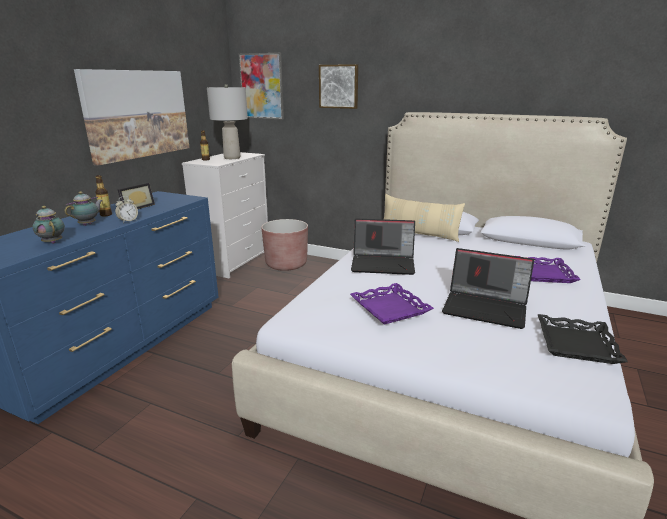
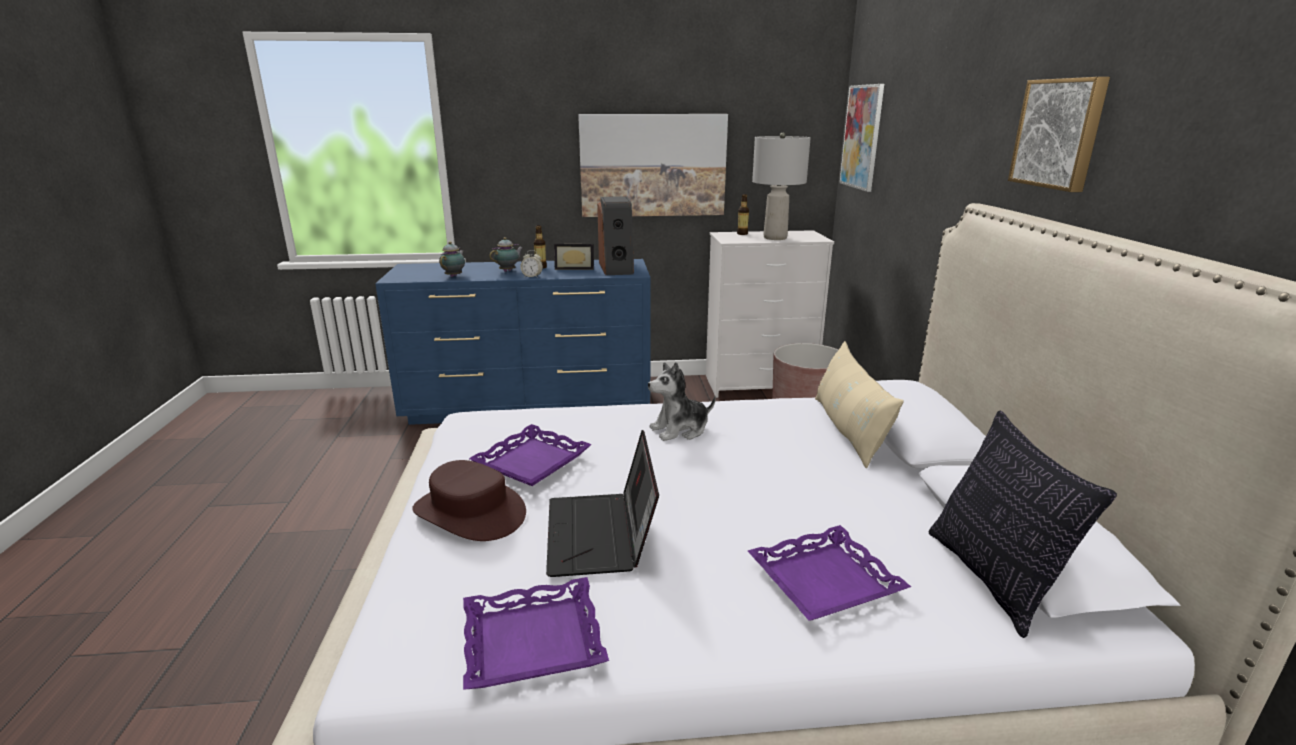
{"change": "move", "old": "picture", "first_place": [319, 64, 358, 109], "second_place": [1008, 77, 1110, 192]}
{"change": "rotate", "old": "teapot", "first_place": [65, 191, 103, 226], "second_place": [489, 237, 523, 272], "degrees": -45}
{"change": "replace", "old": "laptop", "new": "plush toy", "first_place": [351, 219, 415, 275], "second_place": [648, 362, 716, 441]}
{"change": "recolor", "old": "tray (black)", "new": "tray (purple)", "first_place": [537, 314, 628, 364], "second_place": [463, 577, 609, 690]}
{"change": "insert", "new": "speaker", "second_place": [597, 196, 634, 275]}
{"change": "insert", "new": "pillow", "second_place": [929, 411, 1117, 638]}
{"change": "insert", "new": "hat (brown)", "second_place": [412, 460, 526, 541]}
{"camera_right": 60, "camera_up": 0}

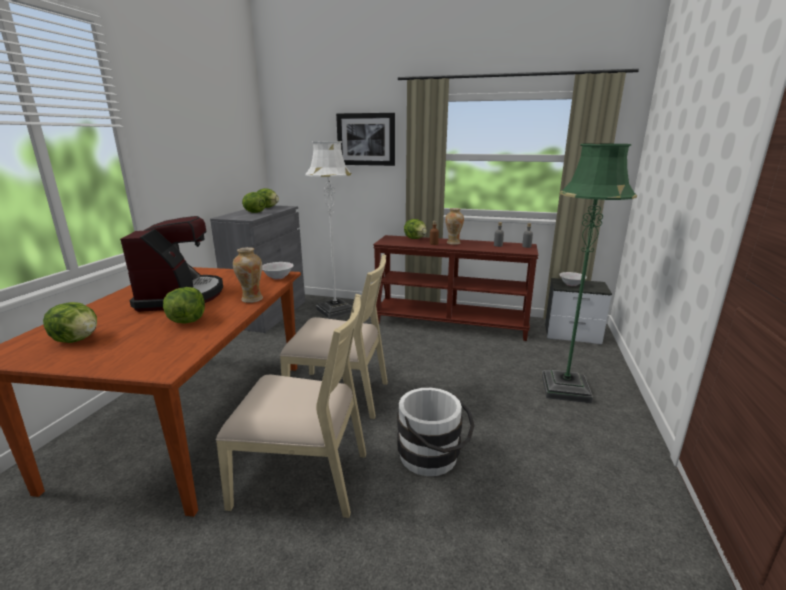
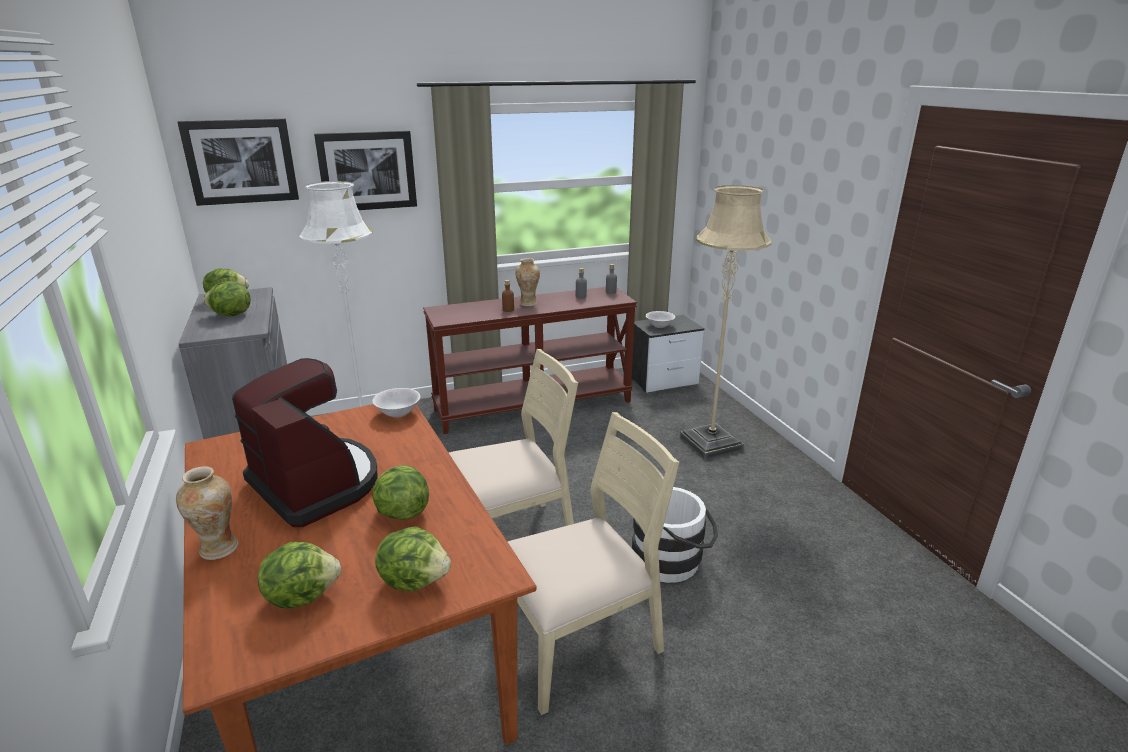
{"change": "recolor", "old": "floor lamp (green)", "new": "floor lamp (beige)", "first_place": [541, 144, 637, 403], "second_place": [680, 185, 772, 460]}
{"change": "move", "old": "lettuce", "first_place": [404, 219, 427, 239], "second_place": [375, 527, 451, 591]}
{"change": "move", "old": "vase", "first_place": [233, 247, 263, 303], "second_place": [176, 466, 238, 560]}
{"change": "insert", "new": "picture", "second_place": [178, 119, 299, 206]}
{"camera_right": -35, "camera_up": 5}

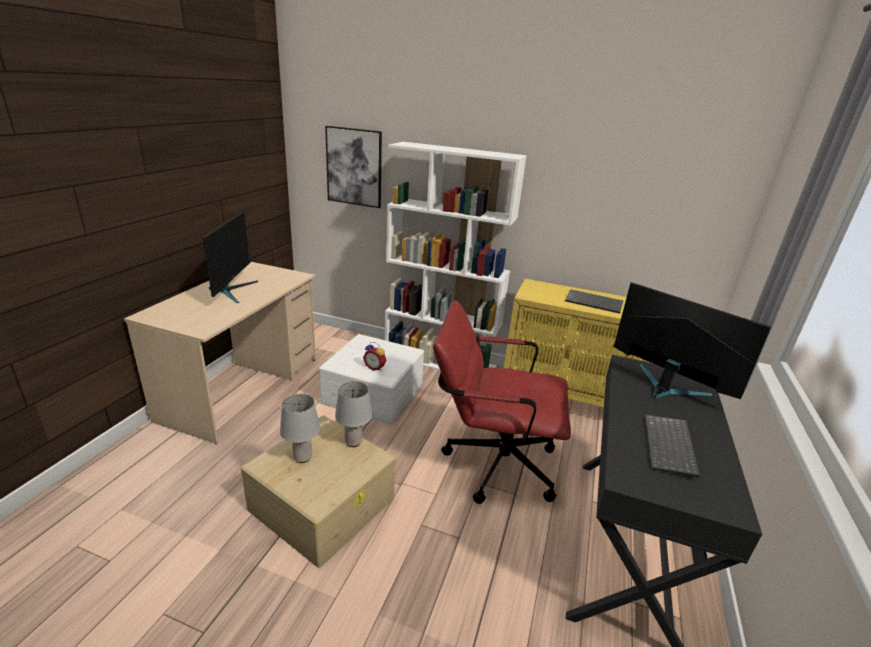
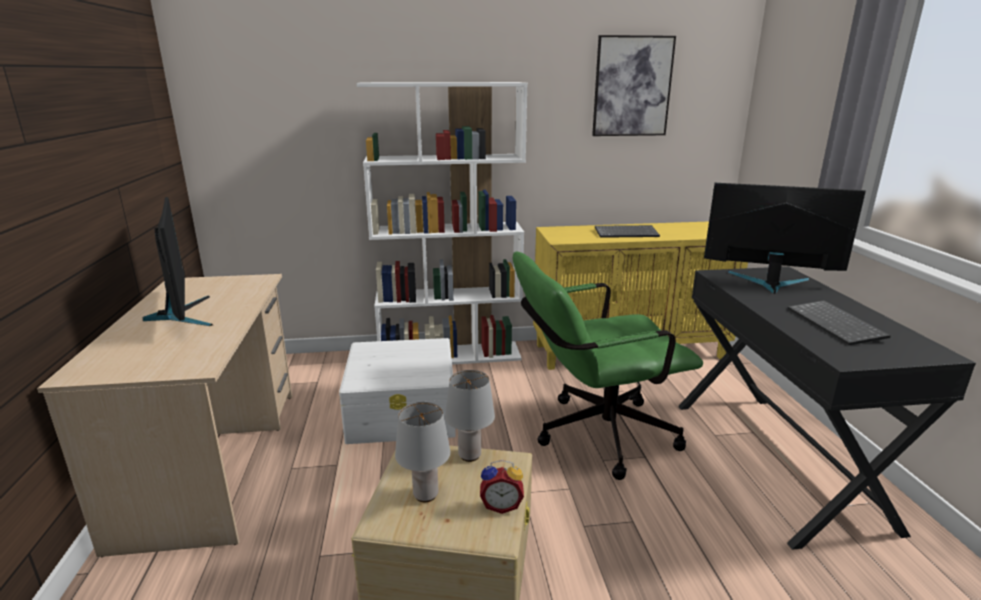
{"change": "move", "old": "picture", "first_place": [325, 126, 382, 208], "second_place": [592, 35, 676, 136]}
{"change": "recolor", "old": "office chair (red)", "new": "office chair (green)", "first_place": [433, 300, 571, 504], "second_place": [513, 251, 703, 480]}
{"change": "move", "old": "alarm clock", "first_place": [363, 342, 387, 371], "second_place": [480, 460, 524, 514]}
{"camera_right": -25, "camera_up": -5}

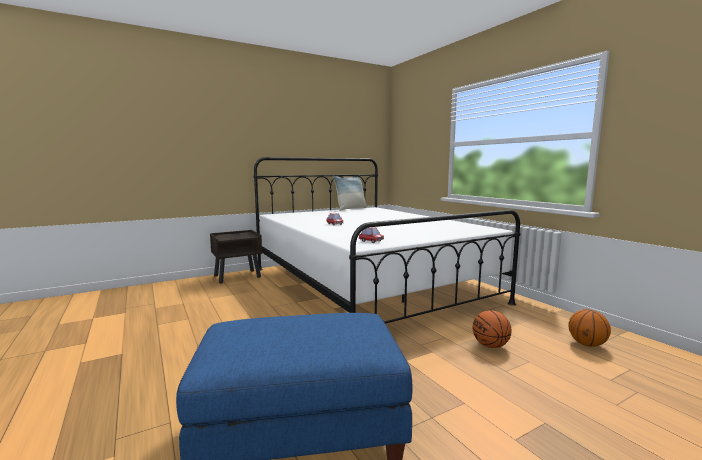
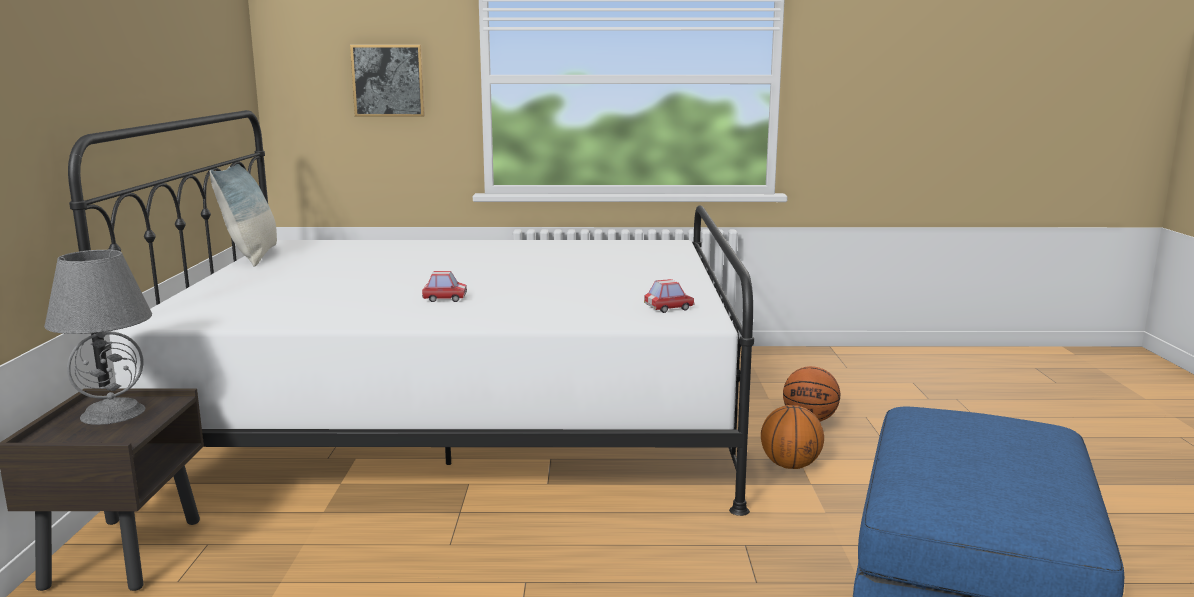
{"change": "move", "old": "basketball", "first_place": [568, 309, 611, 347], "second_place": [761, 405, 824, 469]}
{"change": "insert", "new": "picture", "second_place": [350, 45, 425, 117]}
{"change": "insert", "new": "table lamp (grey)", "second_place": [44, 250, 152, 425]}
{"camera_right": -60, "camera_up": 5}

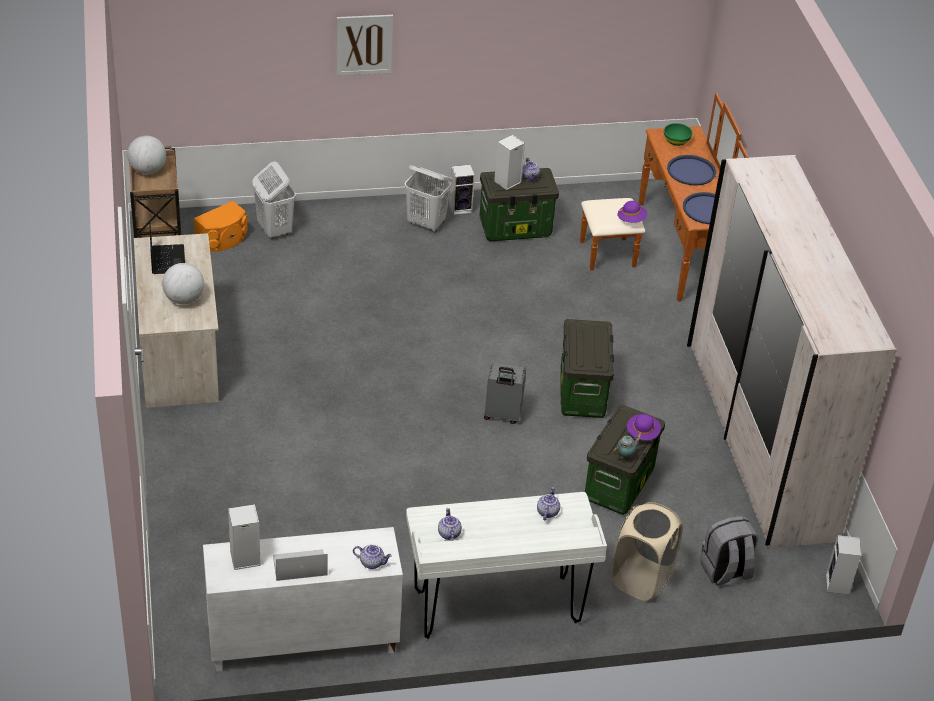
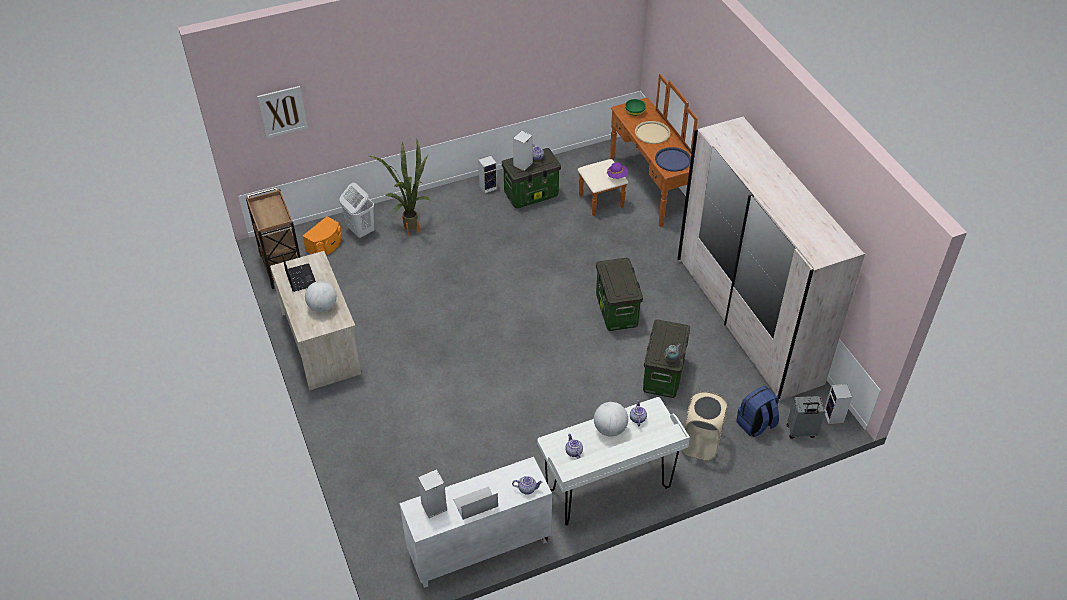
{"change": "move", "old": "picture", "first_place": [336, 15, 393, 76], "second_place": [257, 86, 308, 139]}
{"change": "move", "old": "globe", "first_place": [127, 136, 166, 174], "second_place": [594, 402, 628, 437]}
{"change": "recolor", "old": "tray (blue)", "new": "tray (beige)", "first_place": [667, 155, 716, 186], "second_place": [635, 121, 670, 144]}
{"change": "delete", "old": "laundry basket (white)", "first_place": [404, 165, 452, 233]}
{"change": "move", "old": "suitcase (grey)", "first_place": [484, 363, 526, 424], "second_place": [787, 396, 825, 439]}
{"change": "delete", "old": "hat (purple)", "first_place": [627, 414, 661, 445]}
{"change": "recolor", "old": "backpack (grey)", "new": "backpack (blue)", "first_place": [700, 516, 758, 585], "second_place": [737, 386, 779, 437]}
{"change": "insert", "new": "potted plant", "second_place": [369, 140, 432, 236]}
{"camera_right": -10, "camera_up": 5}

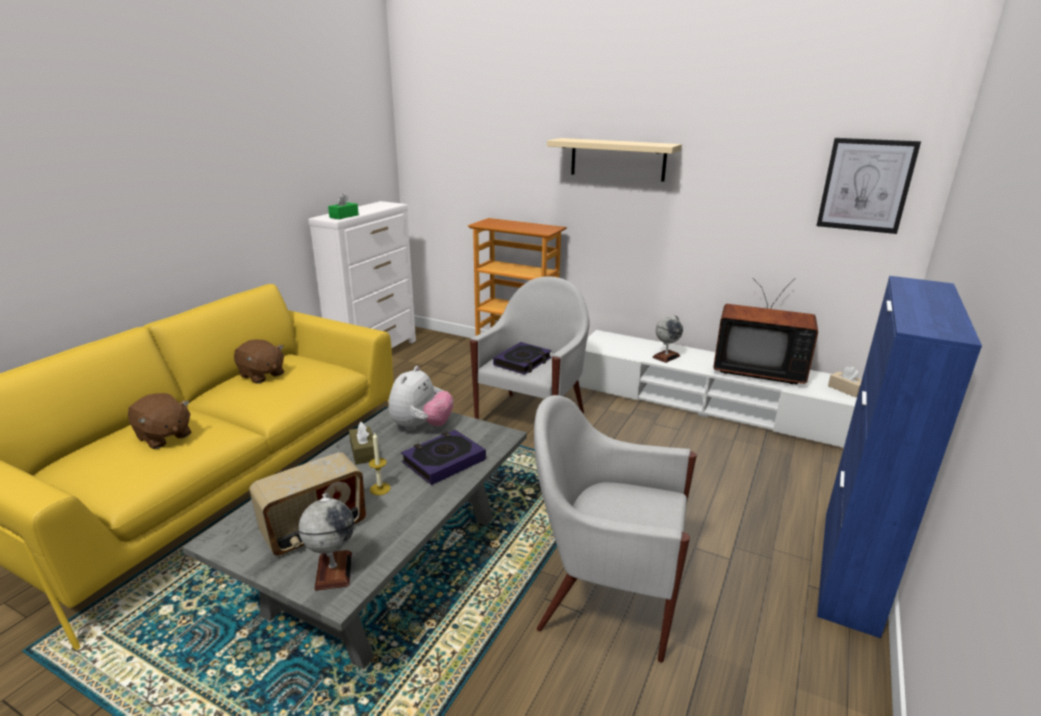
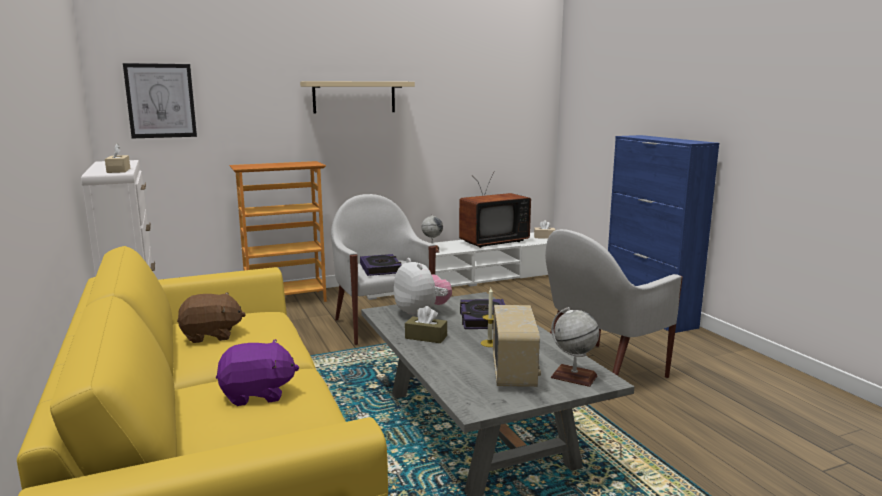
{"change": "move", "old": "picture", "first_place": [816, 138, 921, 234], "second_place": [123, 63, 197, 138]}
{"change": "recolor", "old": "tissue box (green)", "new": "tissue box (beige)", "first_place": [328, 194, 359, 219], "second_place": [105, 144, 130, 173]}
{"change": "recolor", "old": "plush toy (brown)", "new": "plush toy (purple)", "first_place": [128, 393, 191, 449], "second_place": [216, 339, 299, 406]}
{"camera_right": -50, "camera_up": -10}

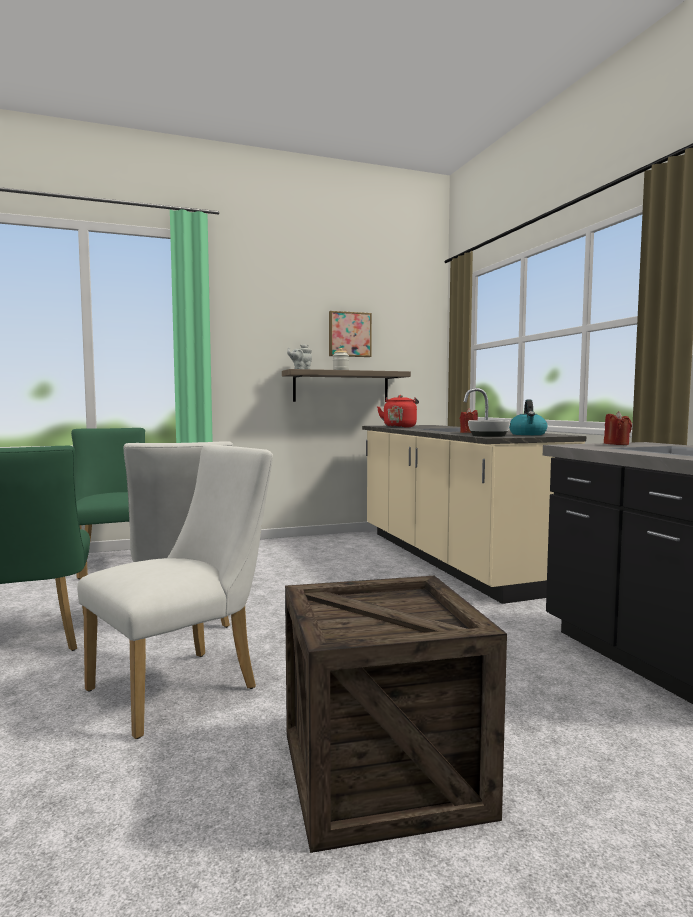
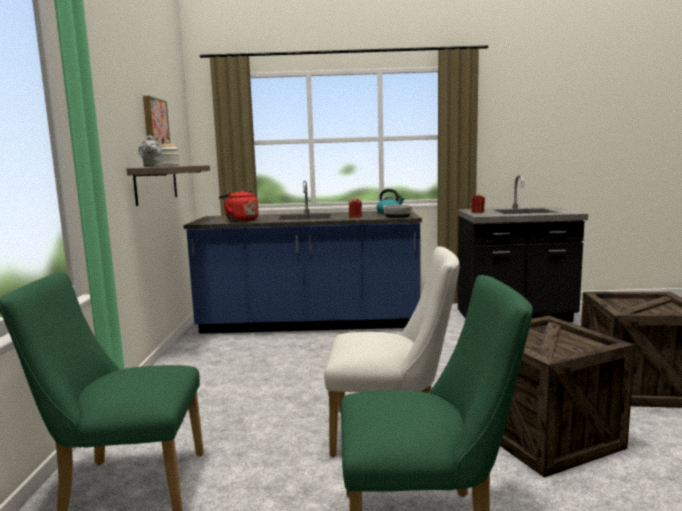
{"change": "recolor", "old": "counter (beige)", "new": "counter (blue)", "first_place": [362, 388, 586, 604], "second_place": [183, 181, 422, 334]}
{"change": "replace", "old": "chair (white)", "new": "crate", "first_place": [77, 444, 273, 739], "second_place": [500, 315, 635, 478]}
{"camera_right": -70, "camera_up": 5}

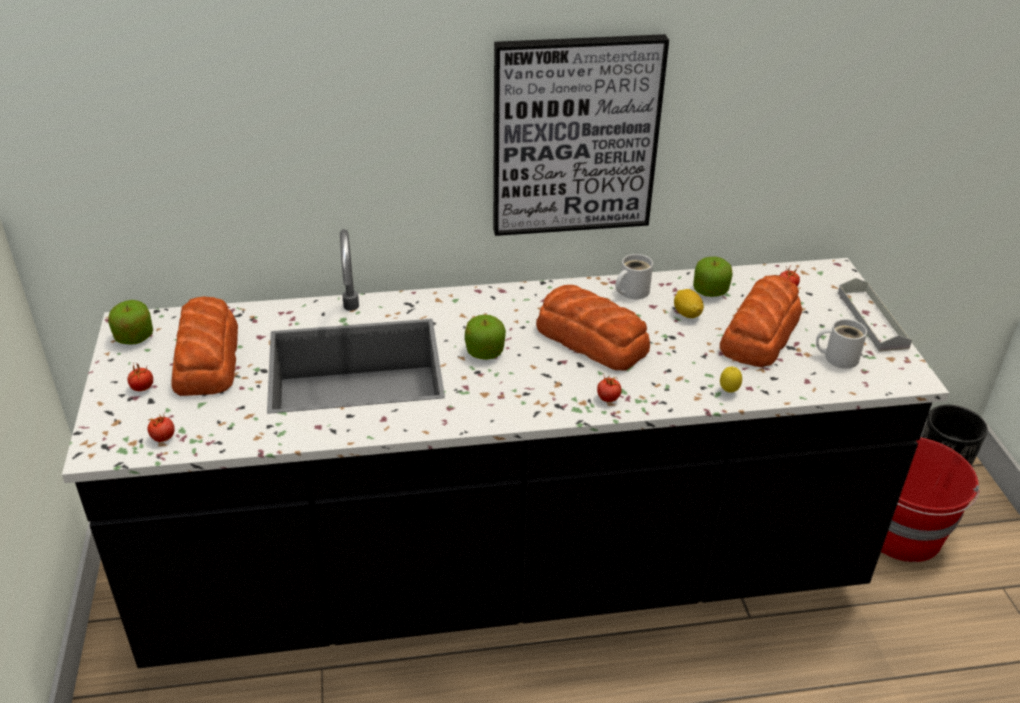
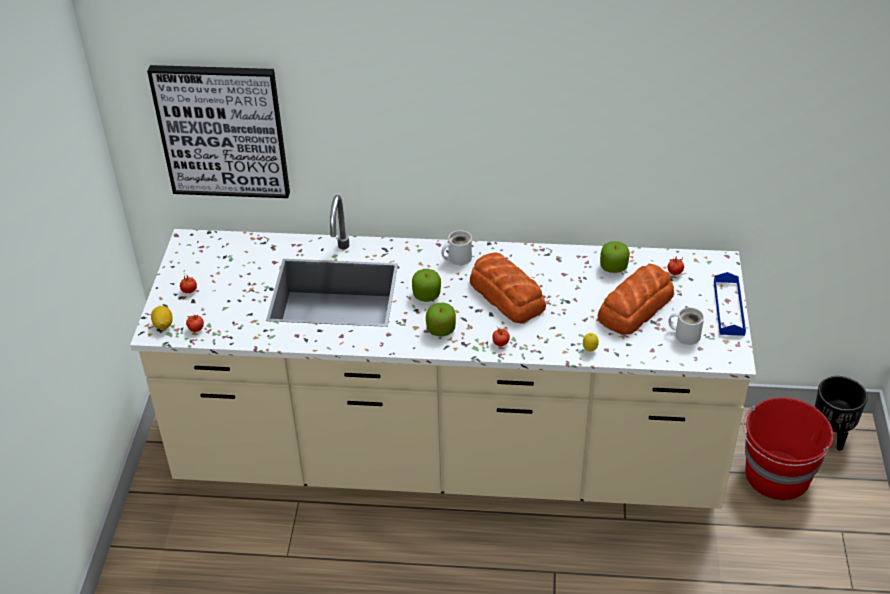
{"change": "move", "old": "picture", "first_place": [493, 34, 669, 236], "second_place": [147, 65, 290, 198]}
{"change": "recolor", "old": "counter (black)", "new": "counter (beige)", "first_place": [62, 229, 949, 668], "second_place": [130, 195, 756, 509]}
{"change": "move", "old": "mug (white)", "first_place": [615, 254, 653, 299], "second_place": [441, 230, 472, 265]}
{"change": "recolor", "old": "tray (grey)", "new": "tray (blue)", "first_place": [838, 278, 912, 352], "second_place": [714, 272, 746, 336]}
{"change": "move", "old": "lemon", "first_place": [674, 289, 704, 318], "second_place": [151, 306, 173, 330]}
{"change": "delete", "old": "bread", "first_place": [171, 296, 238, 396]}
{"change": "move", "old": "apple", "first_place": [108, 300, 153, 345], "second_place": [426, 303, 456, 337]}
{"camera_right": 15, "camera_up": 5}

